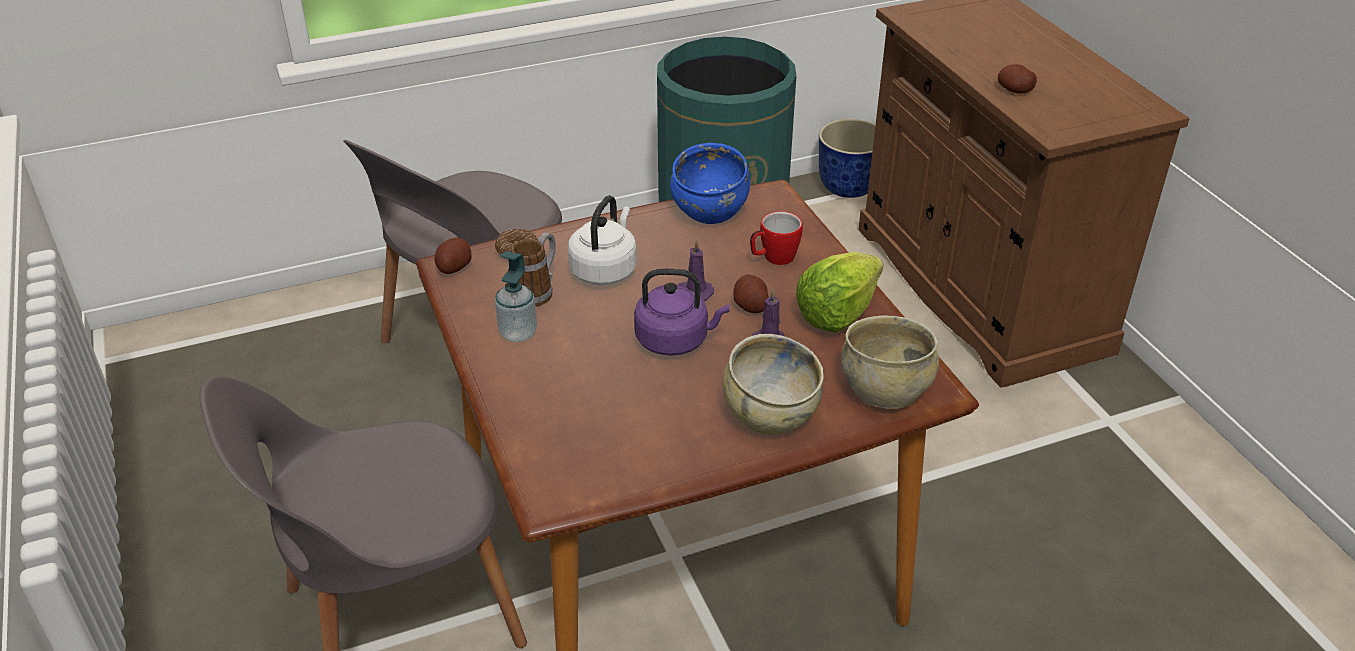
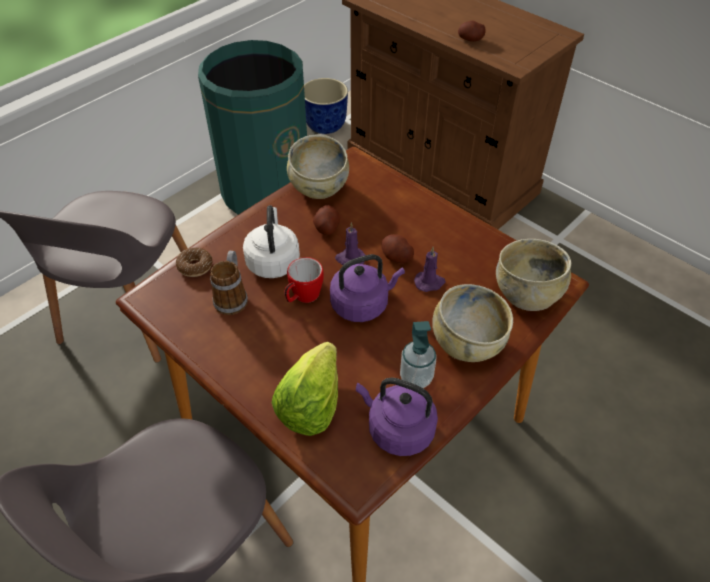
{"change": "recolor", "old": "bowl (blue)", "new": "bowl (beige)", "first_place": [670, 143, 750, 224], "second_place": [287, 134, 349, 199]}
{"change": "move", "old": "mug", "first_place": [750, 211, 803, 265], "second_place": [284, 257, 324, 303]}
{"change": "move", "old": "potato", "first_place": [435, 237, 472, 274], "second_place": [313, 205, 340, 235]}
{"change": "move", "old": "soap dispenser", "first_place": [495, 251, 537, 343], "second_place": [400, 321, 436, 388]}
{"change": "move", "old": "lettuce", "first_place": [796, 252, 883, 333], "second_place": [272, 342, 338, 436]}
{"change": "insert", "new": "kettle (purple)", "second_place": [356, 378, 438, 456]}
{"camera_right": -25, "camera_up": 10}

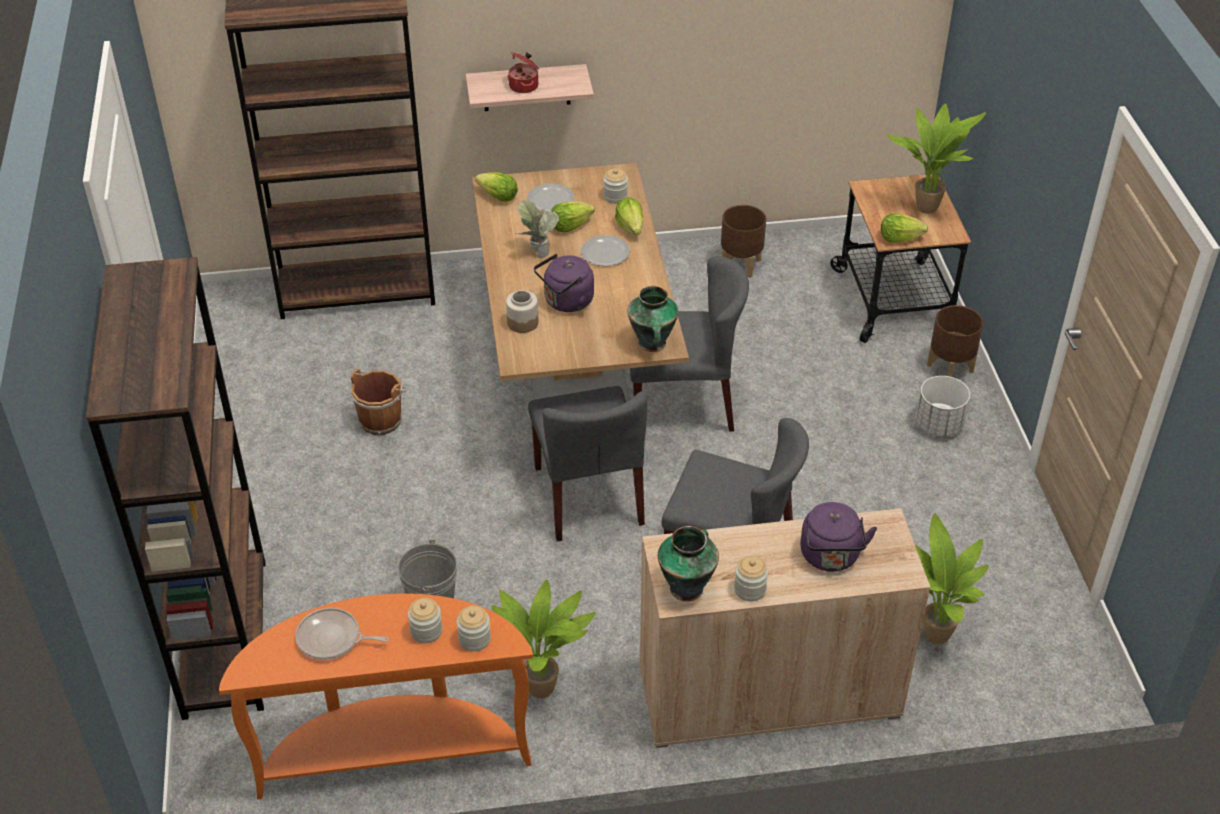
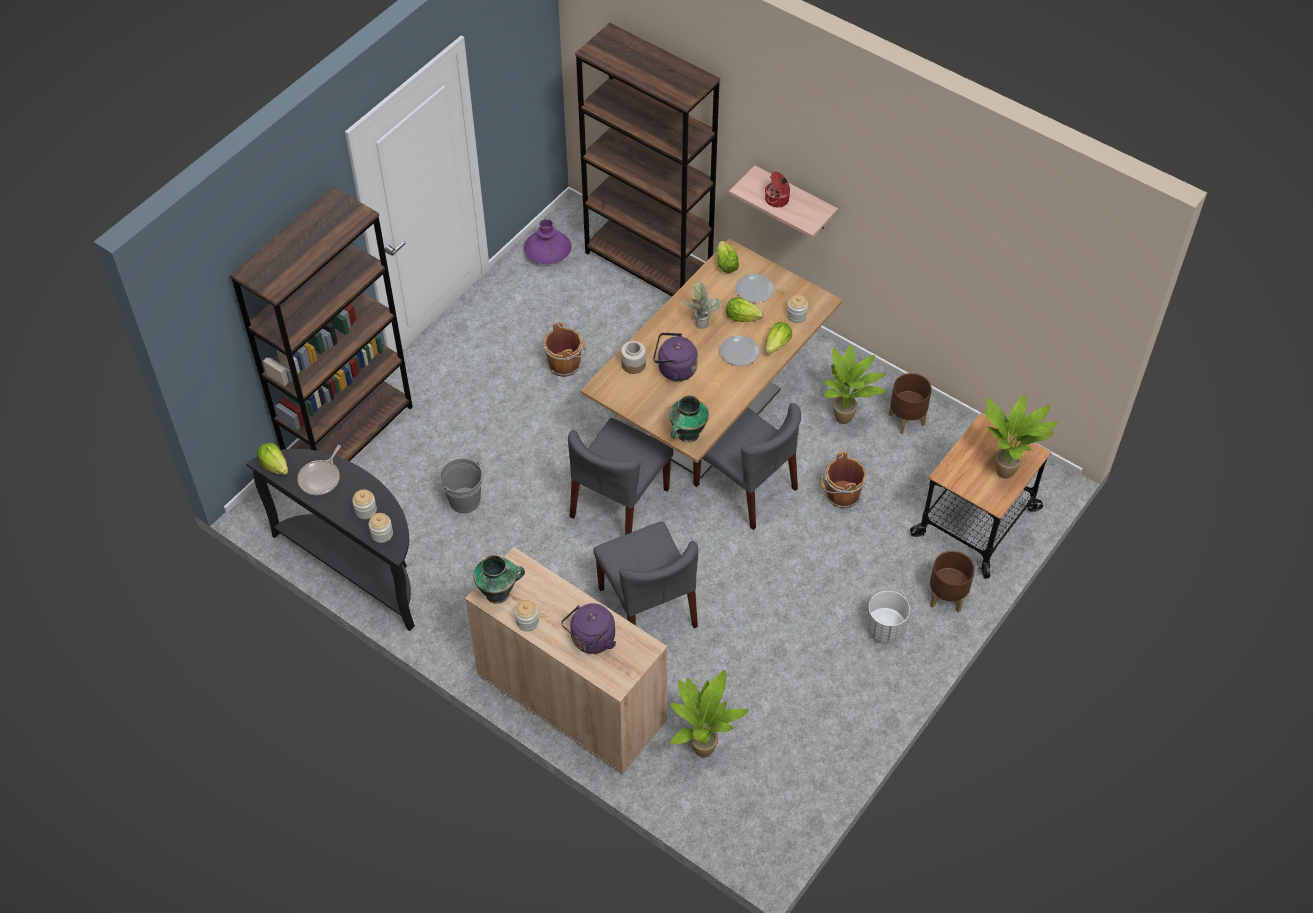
{"change": "move", "old": "lettuce", "first_place": [881, 213, 928, 243], "second_place": [257, 443, 289, 475]}
{"change": "move", "old": "potted plant", "first_place": [491, 580, 596, 699], "second_place": [822, 345, 887, 424]}
{"change": "recolor", "old": "console table (orange)", "new": "console table (black)", "first_place": [219, 594, 533, 799], "second_place": [246, 449, 415, 631]}
{"change": "rotate", "old": "frying pan", "first_place": [295, 608, 389, 660], "second_place": [297, 445, 341, 495], "degrees": -120}
{"change": "insert", "new": "vase (purple)", "second_place": [524, 219, 572, 264]}
{"change": "insert", "new": "bucket (brown)", "second_place": [821, 452, 867, 509]}
{"camera_right": 45, "camera_up": 10}

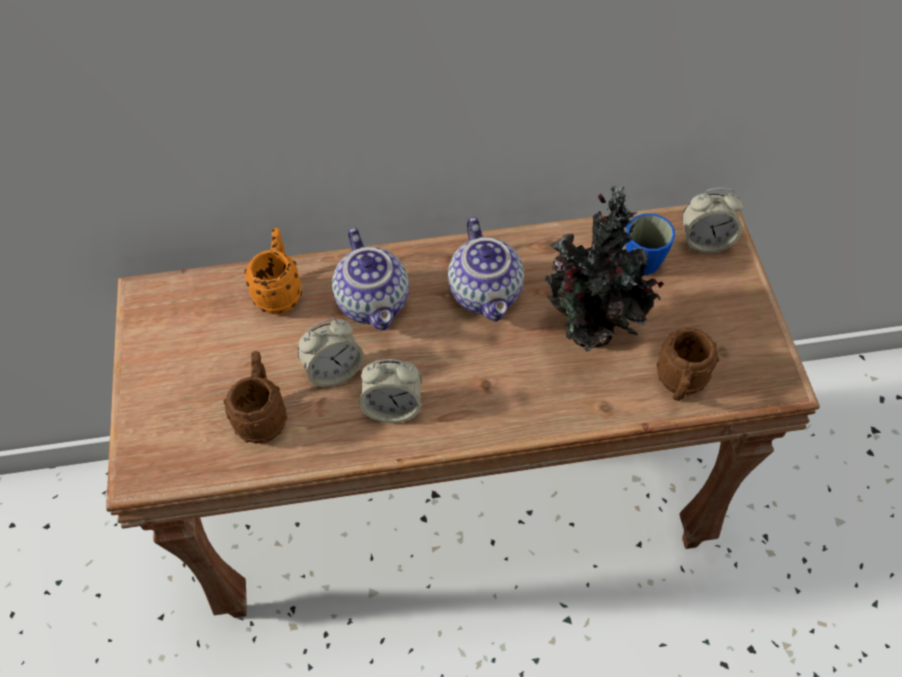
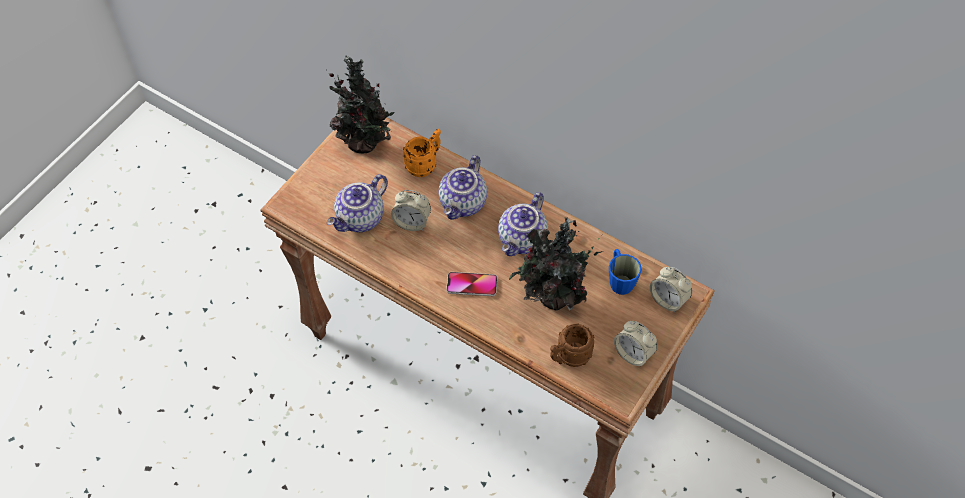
{"change": "replace", "old": "mug (brown)", "new": "teapot", "first_place": [224, 351, 287, 444], "second_place": [327, 174, 388, 232]}
{"change": "move", "old": "alarm clock", "first_place": [359, 359, 421, 423], "second_place": [614, 321, 657, 367]}
{"change": "insert", "new": "potted plant", "second_place": [326, 55, 395, 154]}
{"change": "insert", "new": "phone", "second_place": [446, 272, 497, 296]}
{"camera_right": 40, "camera_up": 0}

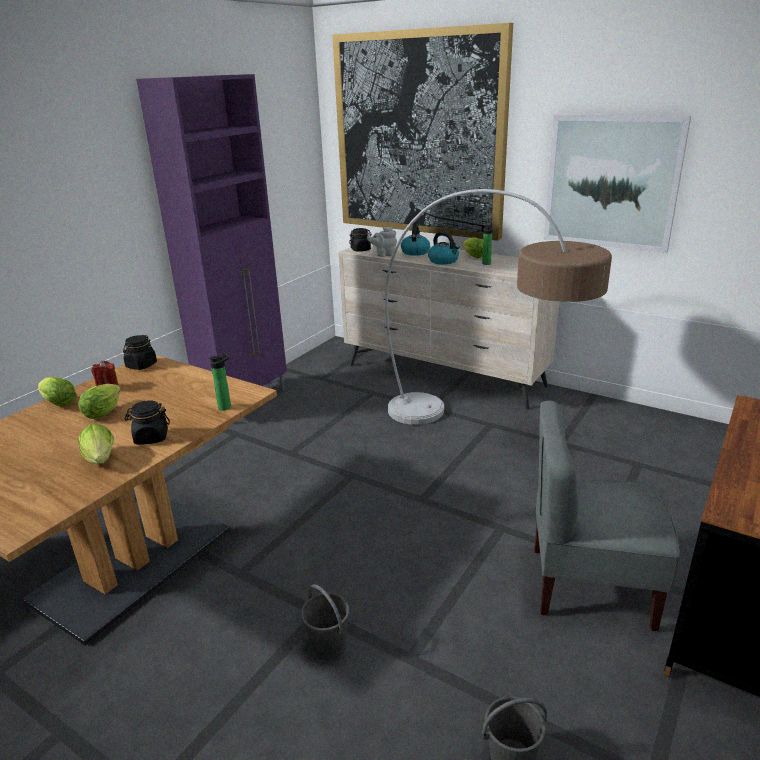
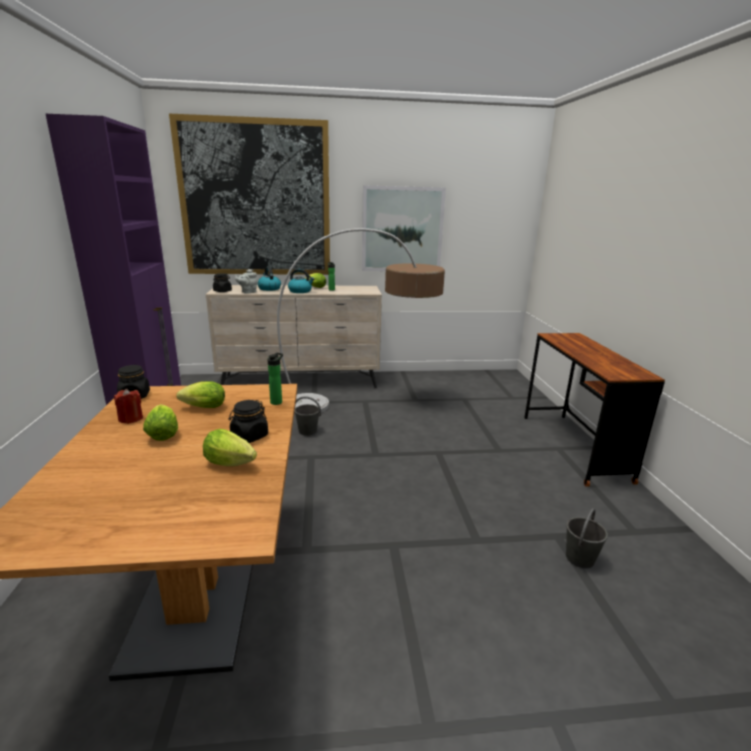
{"change": "move", "old": "lettuce", "first_place": [38, 377, 77, 407], "second_place": [176, 381, 225, 408]}
{"change": "delete", "old": "chair (grey)", "first_place": [535, 401, 680, 631]}
{"change": "move", "old": "bucket (grey)", "first_place": [301, 584, 350, 658], "second_place": [294, 396, 321, 436]}
{"camera_right": -40, "camera_up": -5}

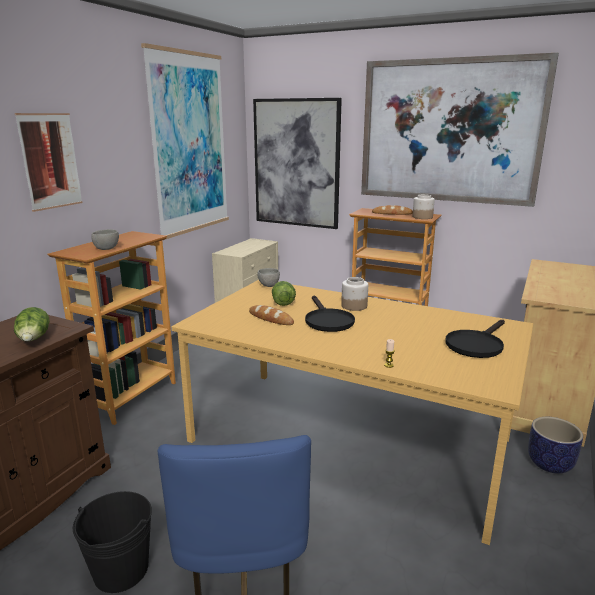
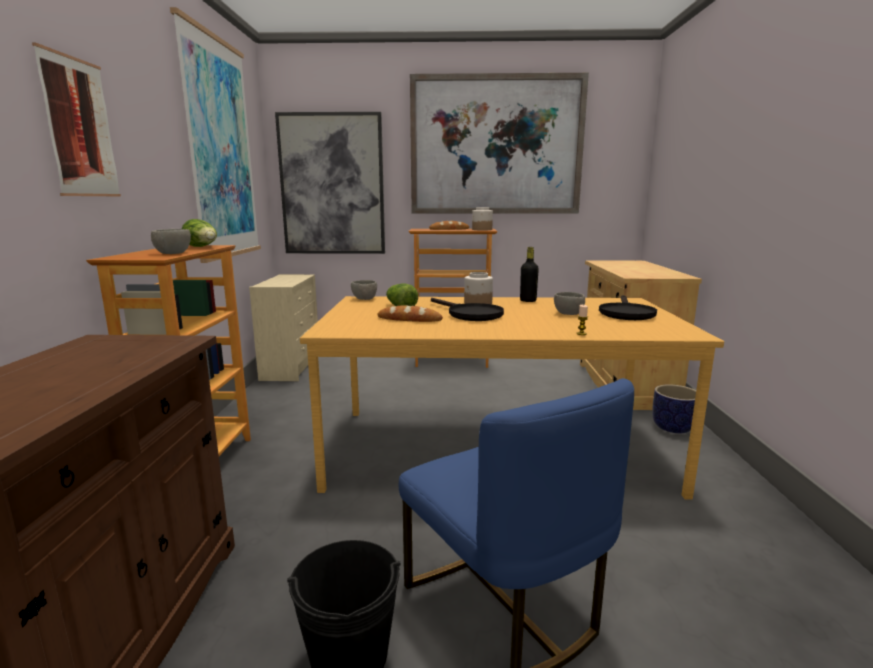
{"change": "move", "old": "lettuce", "first_place": [14, 307, 50, 342], "second_place": [182, 219, 217, 247]}
{"change": "insert", "new": "bottle (black)", "second_place": [520, 247, 539, 302]}
{"change": "insert", "new": "bowl (grey)", "second_place": [554, 292, 585, 315]}
{"camera_right": -25, "camera_up": -5}

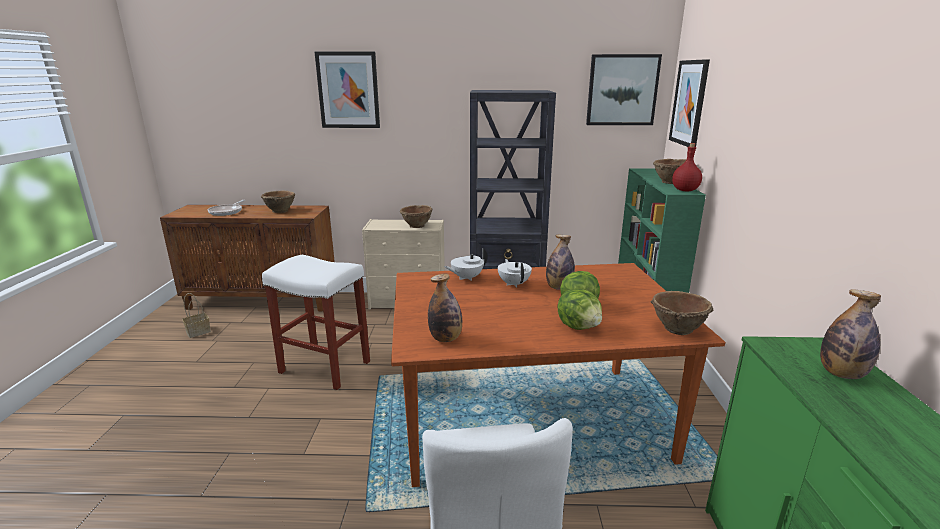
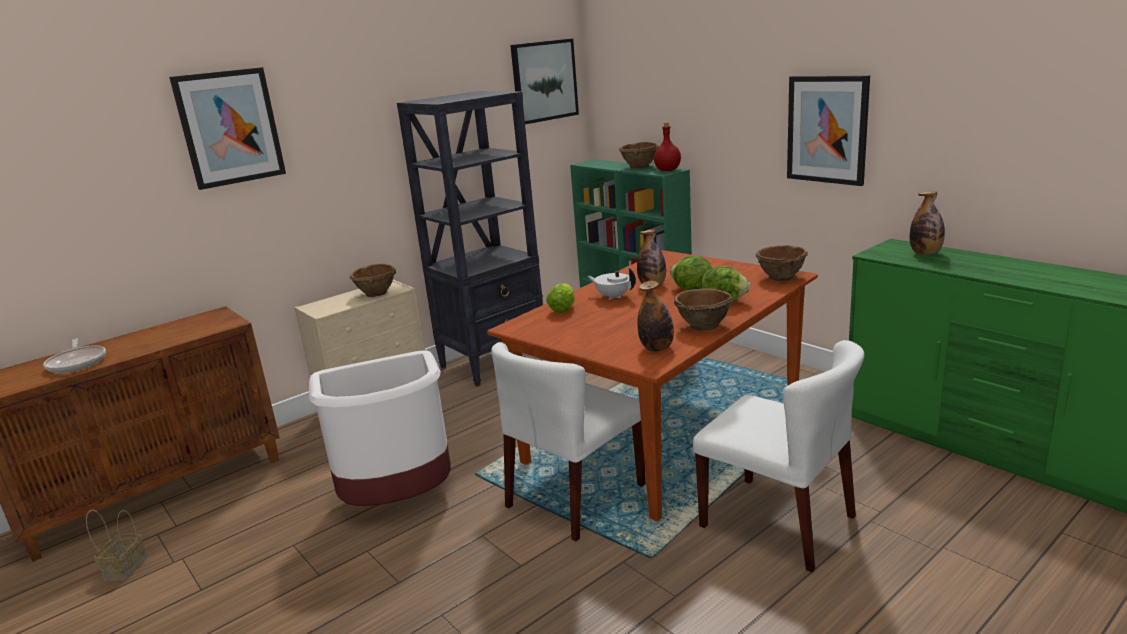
{"change": "move", "old": "picture", "first_place": [669, 59, 710, 147], "second_place": [787, 75, 870, 186]}
{"change": "move", "old": "bowl (brown)", "first_place": [261, 190, 295, 213], "second_place": [674, 288, 733, 331]}
{"change": "replace", "old": "teapot (white)", "new": "lettuce", "first_place": [444, 248, 488, 281], "second_place": [546, 283, 575, 313]}
{"change": "replace", "old": "stool (white)", "new": "trash can (white)", "first_place": [262, 255, 370, 390], "second_place": [309, 350, 451, 506]}
{"change": "insert", "new": "chair (white)", "second_place": [491, 342, 645, 541]}
{"camera_right": -40, "camera_up": 0}

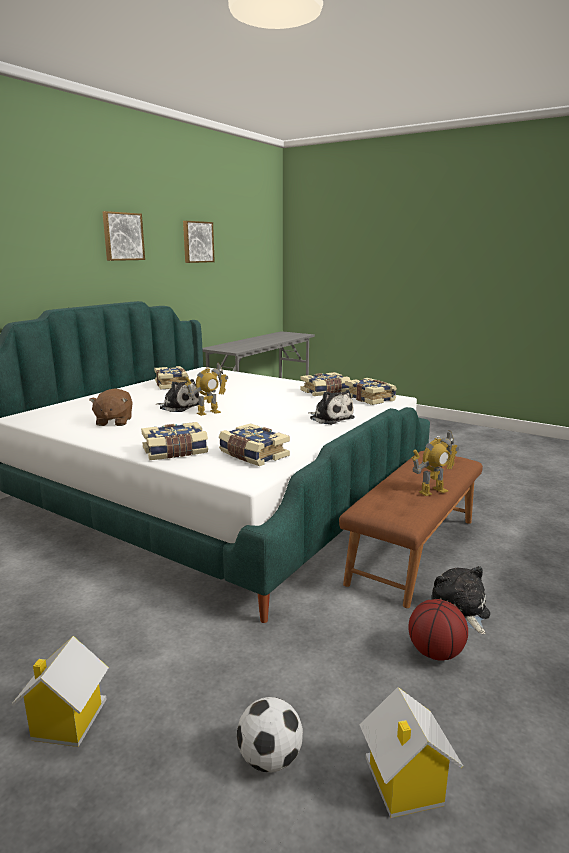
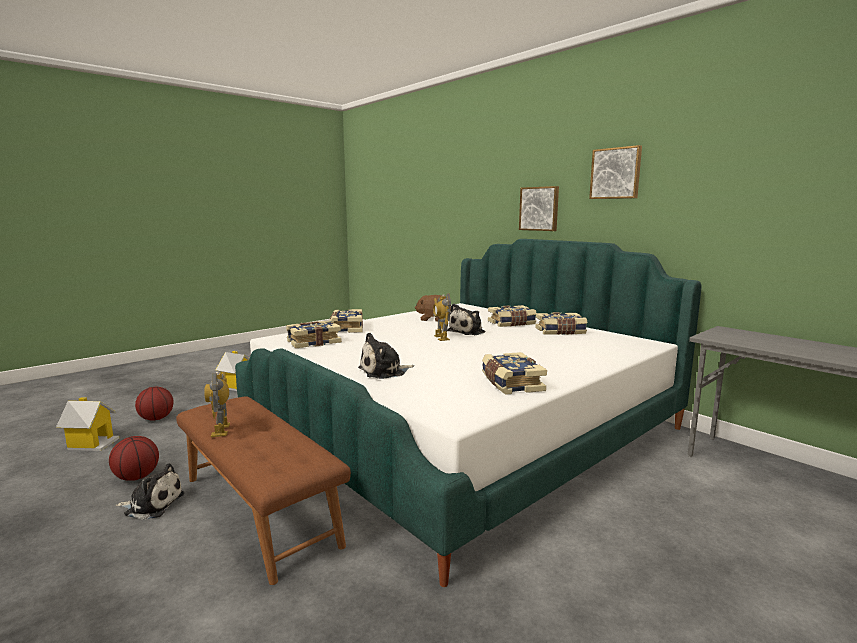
{"change": "move", "old": "picture", "first_place": [183, 221, 215, 263], "second_place": [519, 186, 559, 231]}
{"change": "move", "old": "book", "first_place": [345, 378, 397, 405], "second_place": [488, 305, 536, 327]}
{"change": "replace", "old": "football", "new": "basketball", "first_place": [237, 697, 303, 773], "second_place": [135, 387, 174, 421]}
{"camera_right": 105, "camera_up": -5}

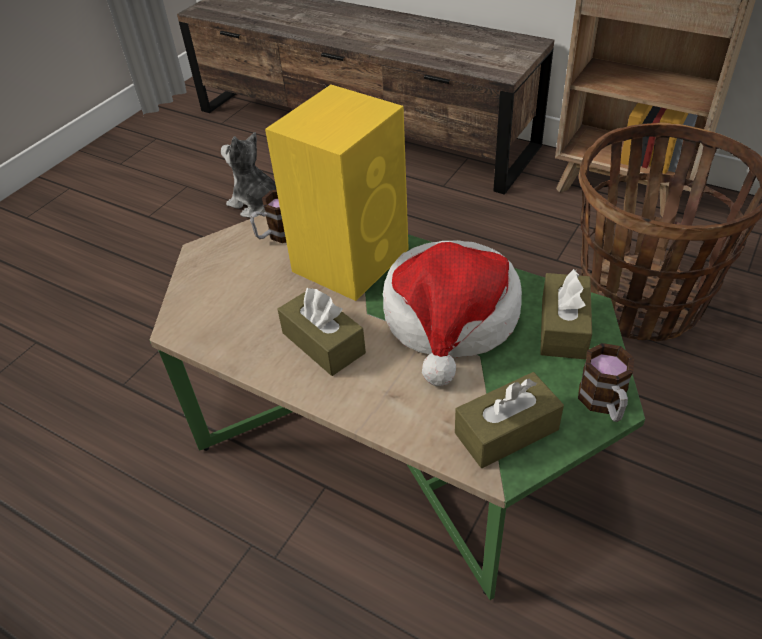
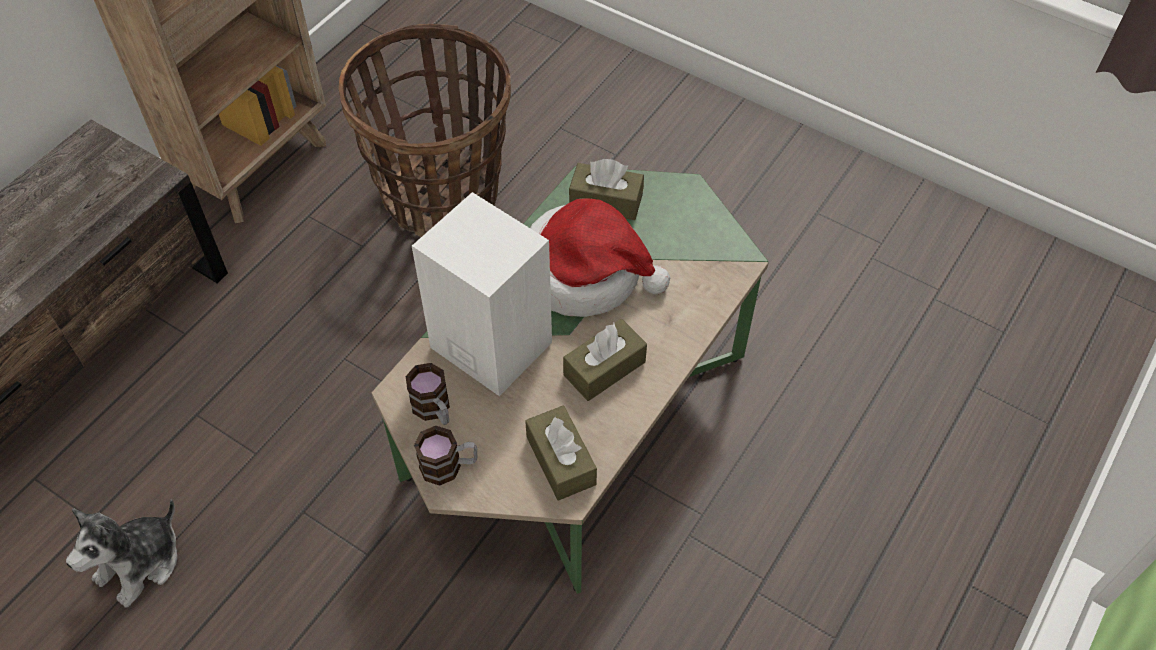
{"change": "recolor", "old": "speaker (yellow)", "new": "speaker (white)", "first_place": [265, 85, 409, 301], "second_place": [412, 192, 552, 396]}
{"change": "move", "old": "mug", "first_place": [578, 343, 634, 422], "second_place": [414, 426, 477, 486]}
{"change": "move", "old": "tissue box (brown)", "first_place": [455, 372, 564, 468], "second_place": [525, 406, 597, 501]}
{"camera_right": -90, "camera_up": 10}

